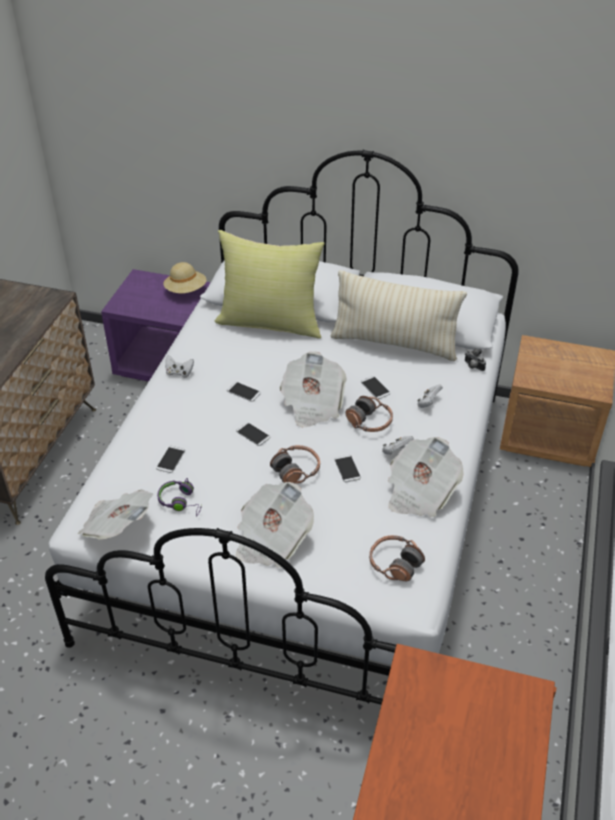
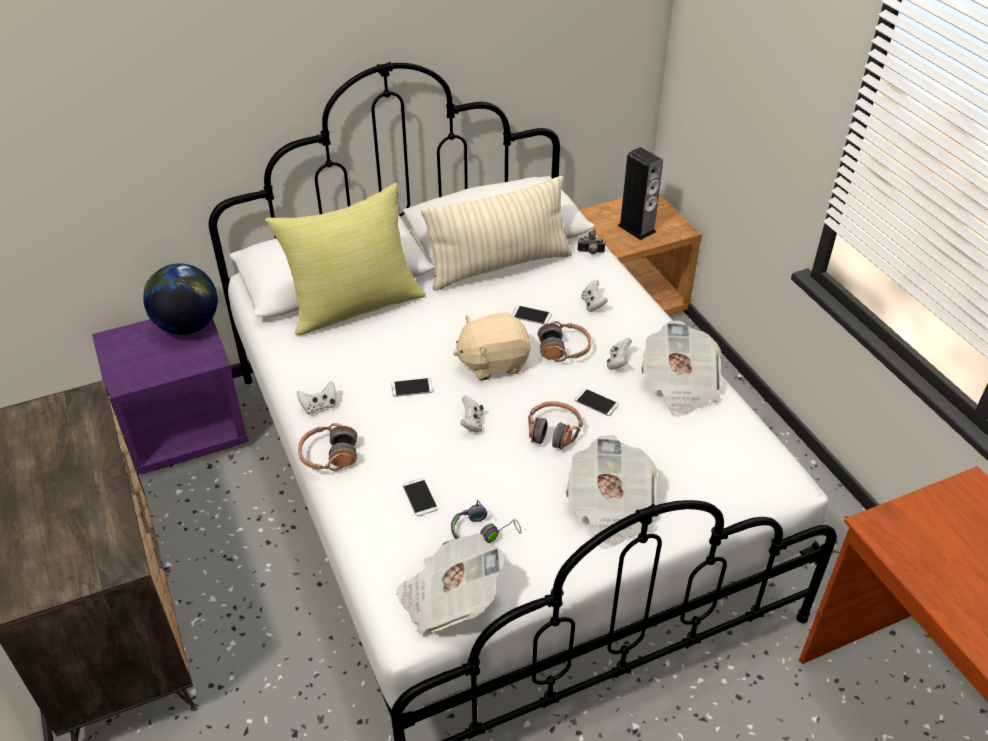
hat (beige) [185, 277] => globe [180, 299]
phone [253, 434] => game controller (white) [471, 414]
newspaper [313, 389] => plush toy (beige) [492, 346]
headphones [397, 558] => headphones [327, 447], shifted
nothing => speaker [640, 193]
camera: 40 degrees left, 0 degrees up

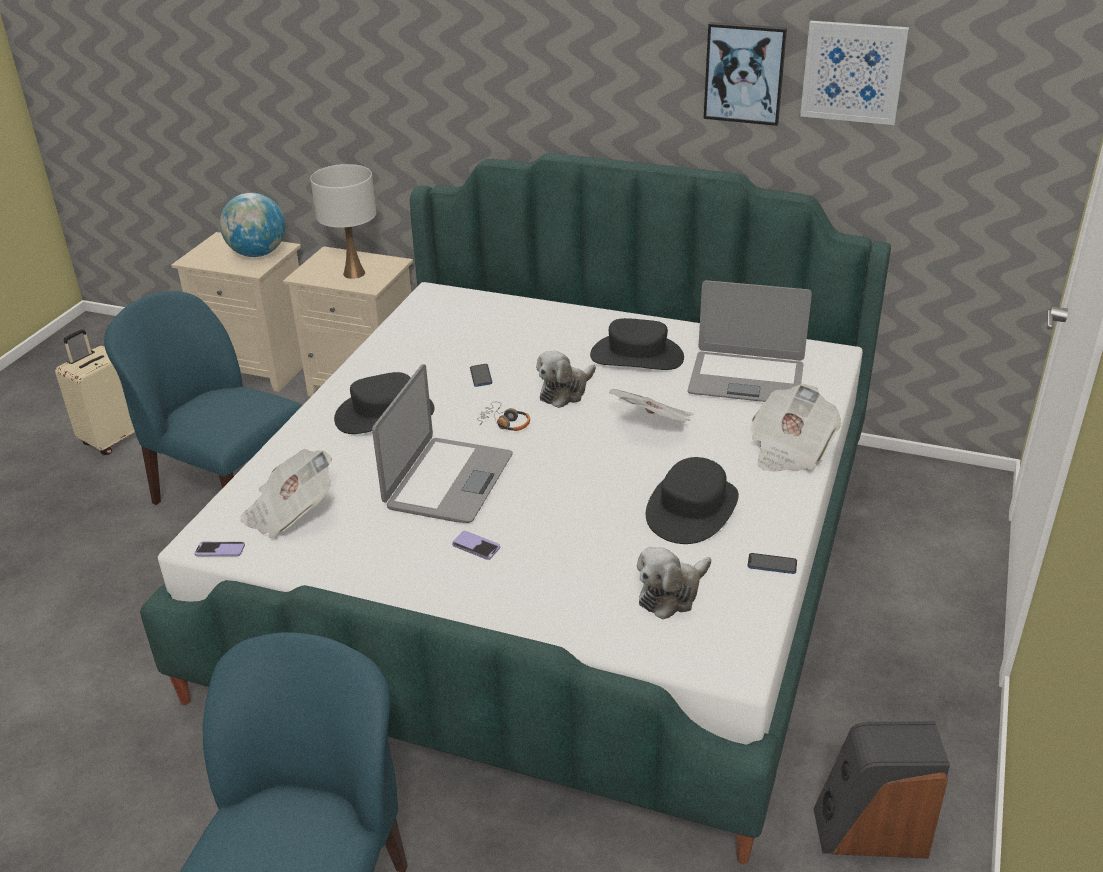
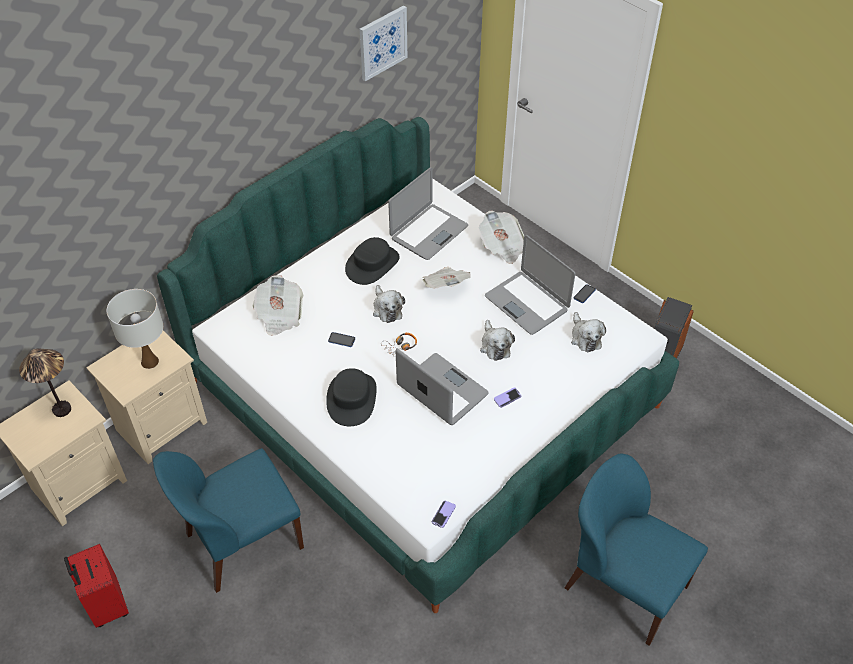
suitcase (beige) [95, 392] => suitcase (red) [96, 586]
globe [252, 225] => table lamp [45, 382]
newspaper [286, 493] => newspaper [278, 305], shifted
hat (black) [692, 500] => laptop [530, 285]
picture [745, 74] => nothing
nothing => plush toy [497, 340]
camera: 65 degrees left, 15 degrees up

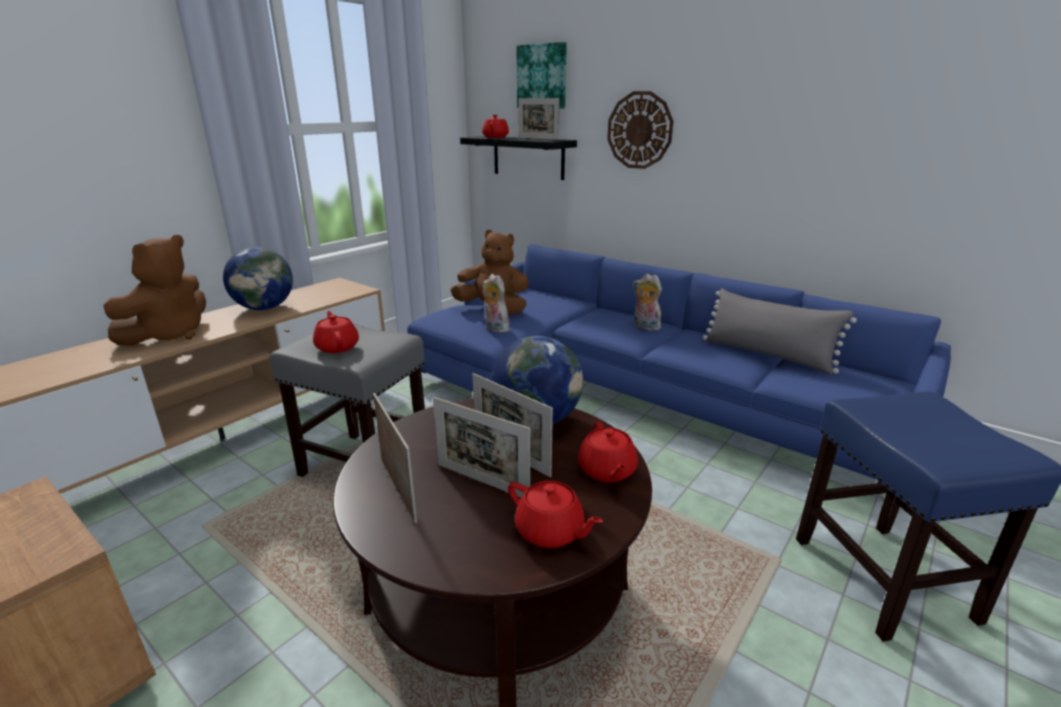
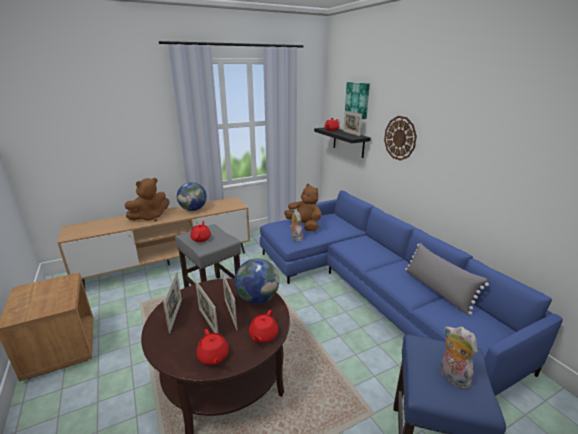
plush toy [647, 302] => plush toy [458, 357], shifted
camera: 25 degrees right, 0 degrees up

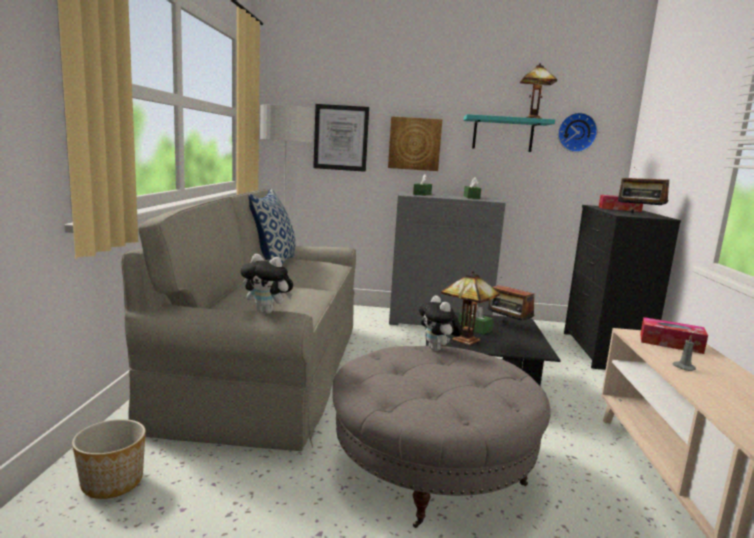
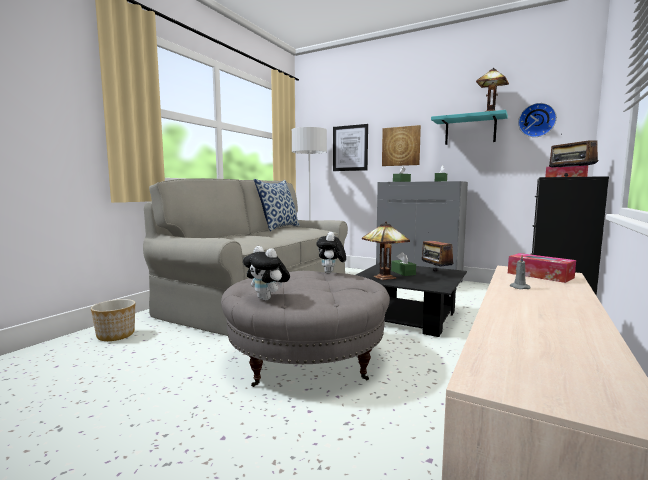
plush toy [266, 284] => plush toy [266, 273], shifted
camera: 25 degrees right, 5 degrees down

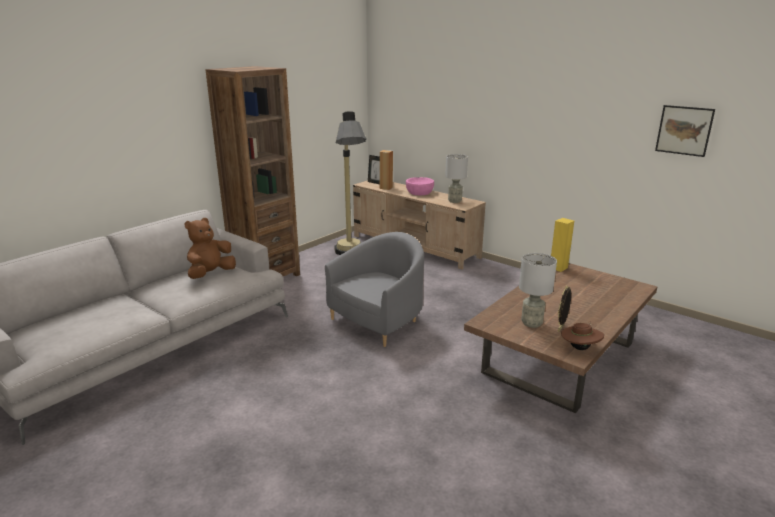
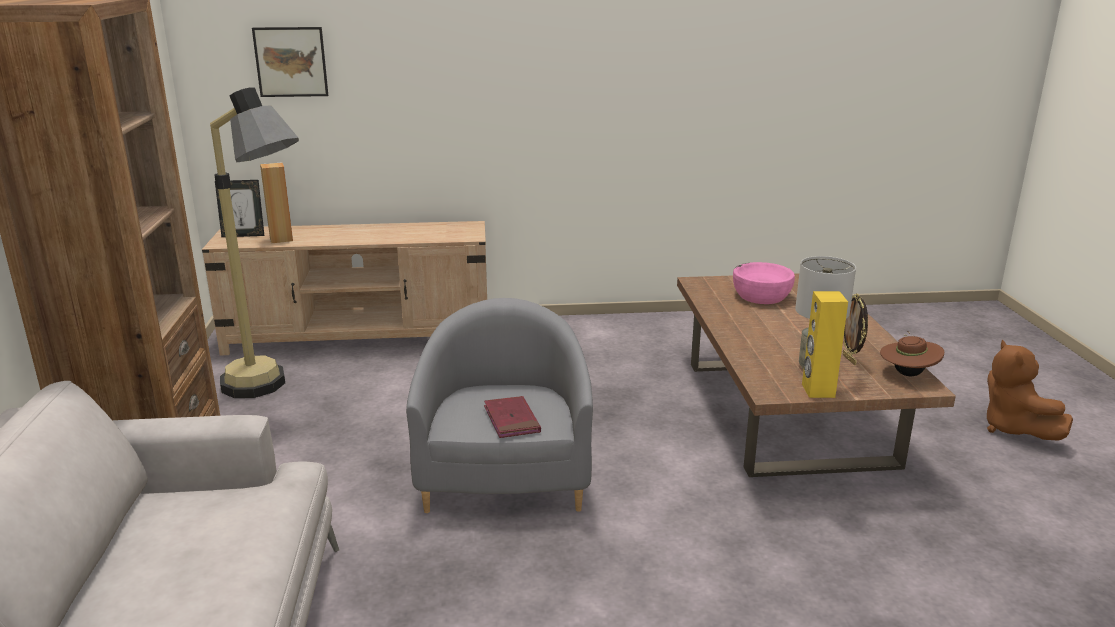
plush toy (brown) [210, 248] => plush toy (brown) [1030, 390], shifted
bowl (pink) [420, 186] => bowl (pink) [764, 283], shifted
table lamp (grey) [456, 178] => nothing
speaker (yellow) [562, 245] => speaker (yellow) [825, 344], shifted
picture [685, 131] => picture [290, 62], shifted
nothing => book (red) [512, 417]
camera: 45 degrees left, 0 degrees up

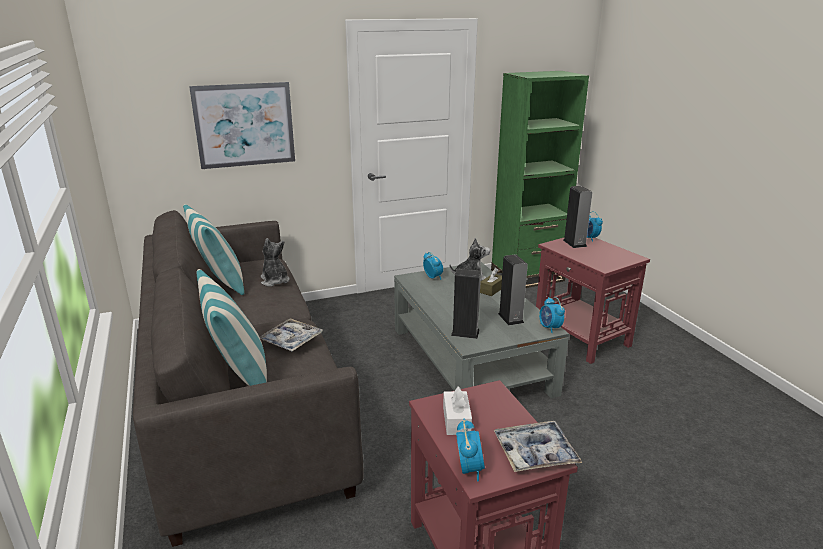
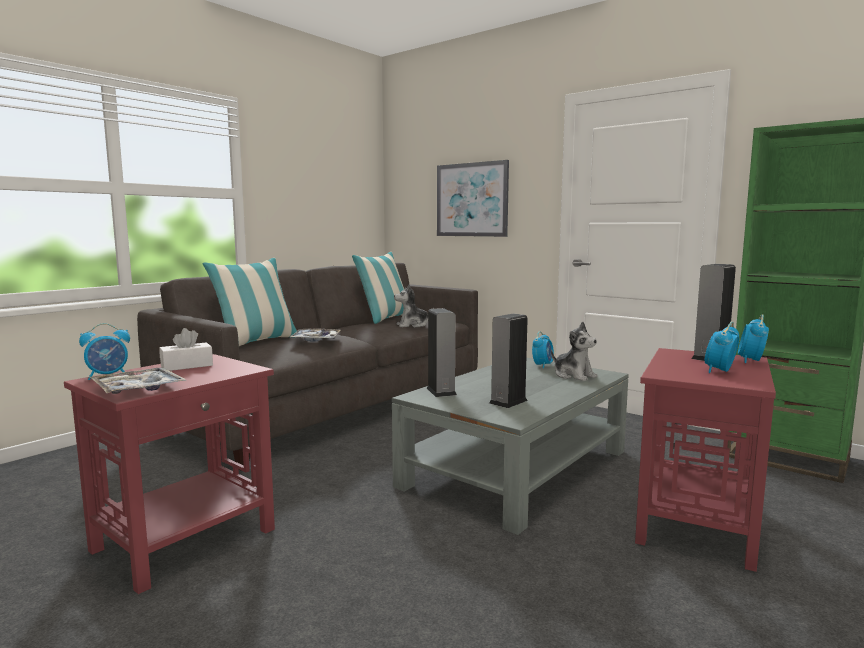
plush toy [275, 262] => plush toy [414, 306], 135 degrees counterclockwise
tissue box (brown) [491, 282] => nothing
alarm clock [552, 315] => alarm clock [722, 347], shifted
camera: 60 degrees right, 15 degrees down

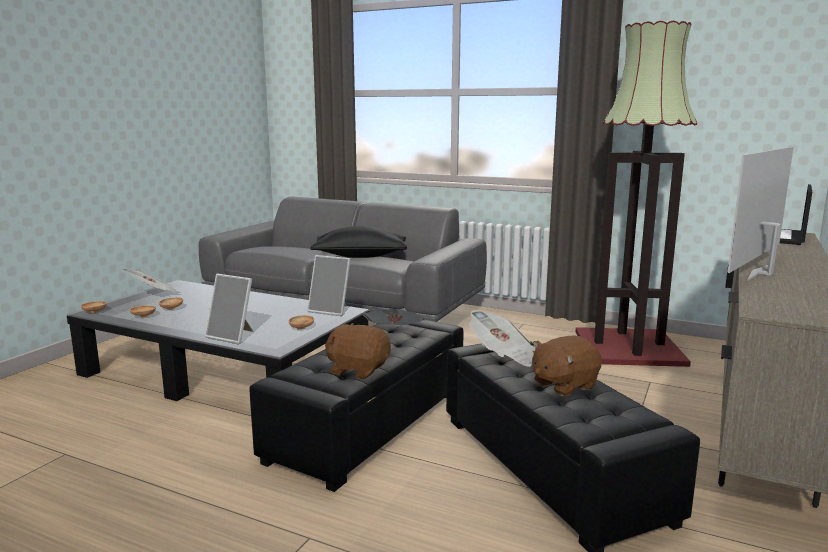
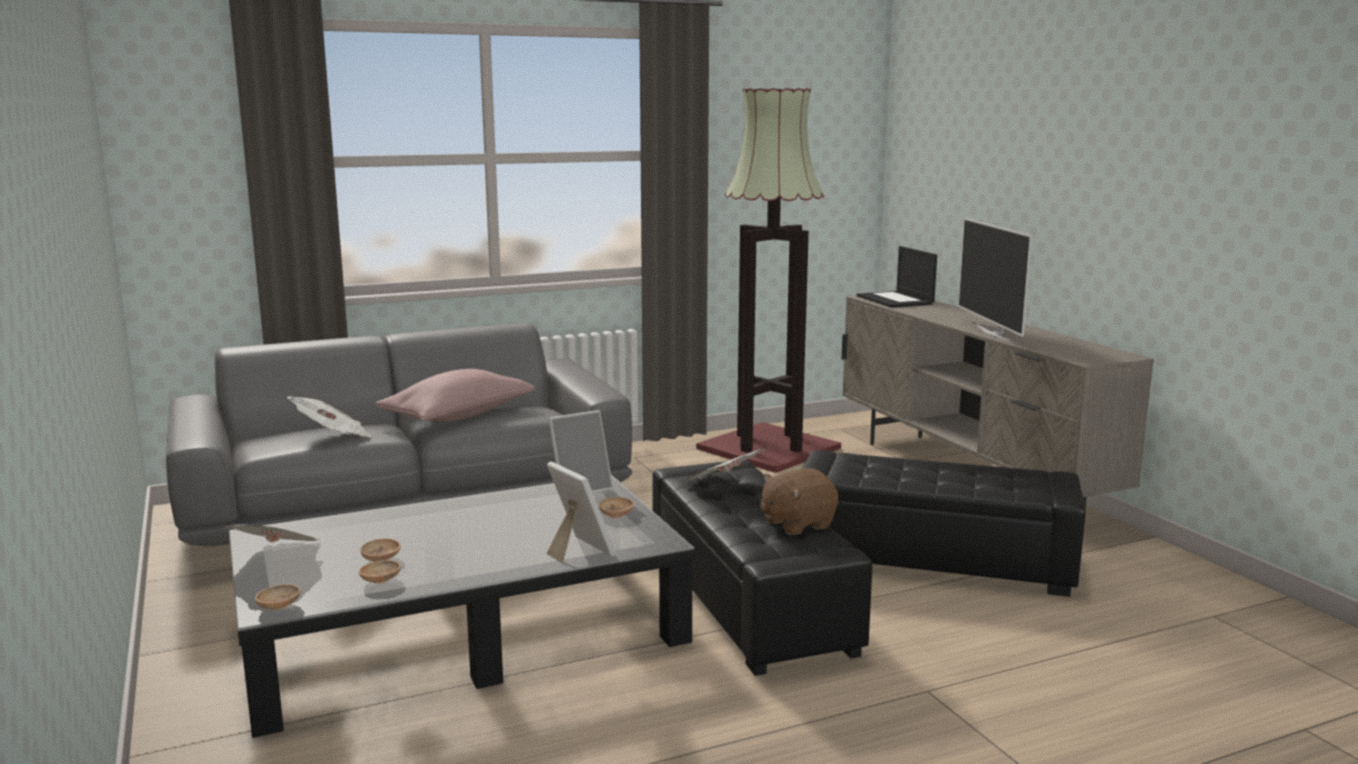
picture frame [229, 309] => picture frame [581, 512], 105 degrees counterclockwise
pillow (black) [359, 242] => pillow (pink) [455, 395]
newspaper [502, 338] => newspaper [329, 416], shifted
plush toy (brown) [567, 366] => nothing
camera: 50 degrees left, 0 degrees up

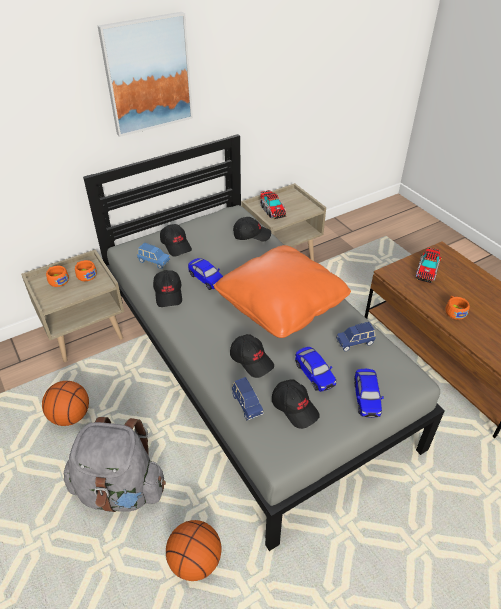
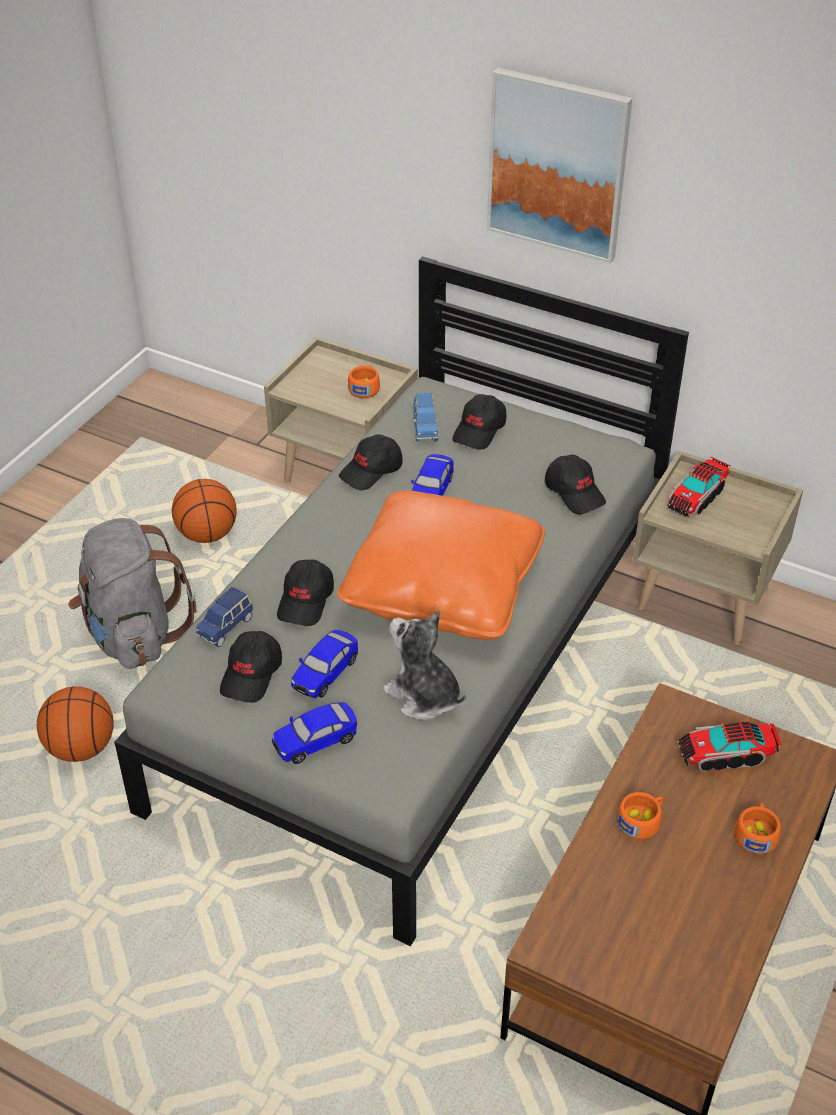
cup (orange) [57, 276] => cup (orange) [758, 828], shifted
toy car (blue) [356, 336] => plush toy [424, 665]
camera: 60 degrees right, 0 degrees up

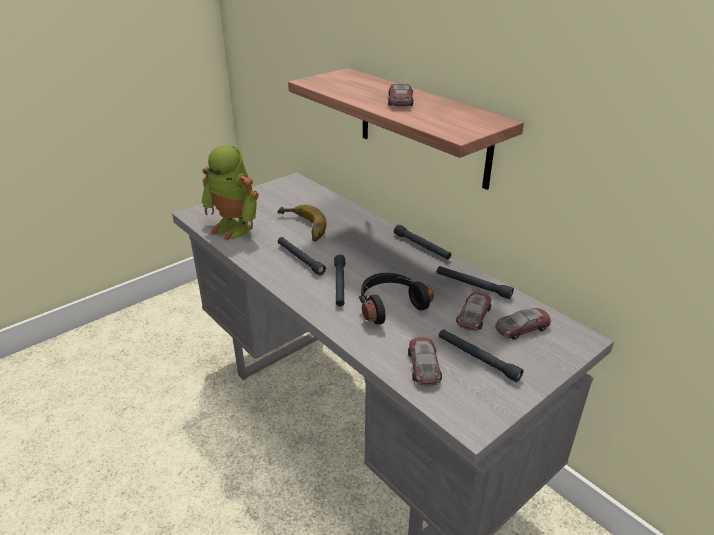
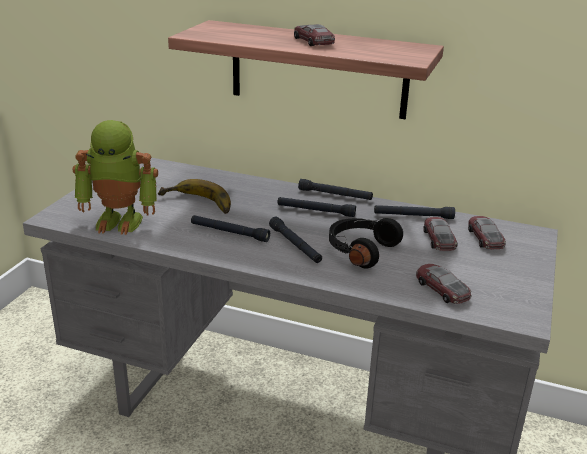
flashlight (black) [481, 355] => flashlight (black) [316, 207], shifted
toy car [523, 324] => toy car [487, 232], 45 degrees counterclockwise
camera: 30 degrees left, 5 degrees down

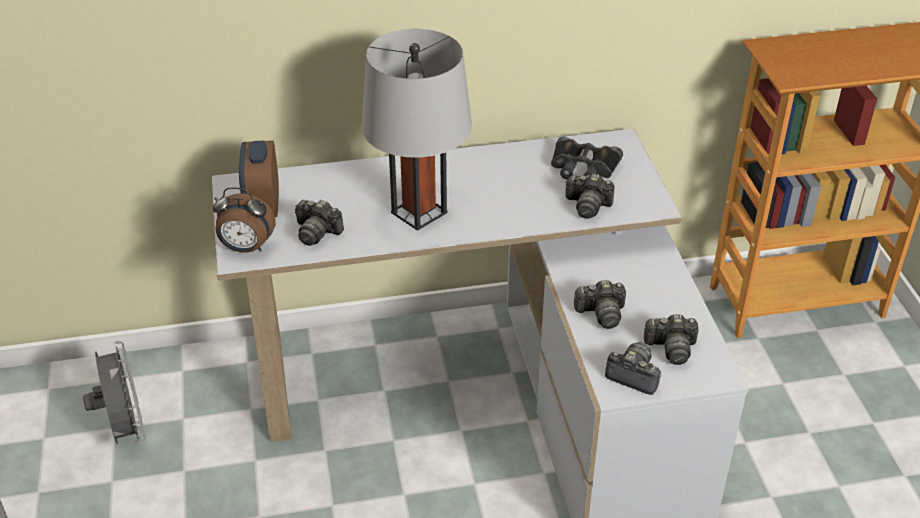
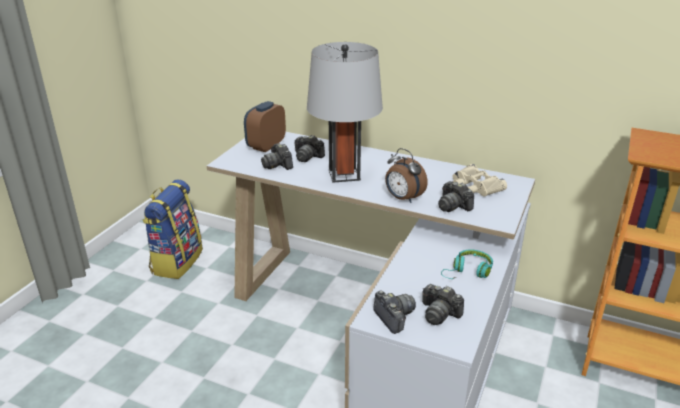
fan (grey) [114, 392] => backpack [173, 229]
alarm clock [244, 220] => alarm clock [406, 175], shifted
binoculars (black) [587, 158] => binoculars (beige) [480, 180]
photo camera [600, 304] => photo camera [309, 148], shifted
nothing => headphones (turquoise) [467, 264]
camera: 35 degrees right, 10 degrees down

